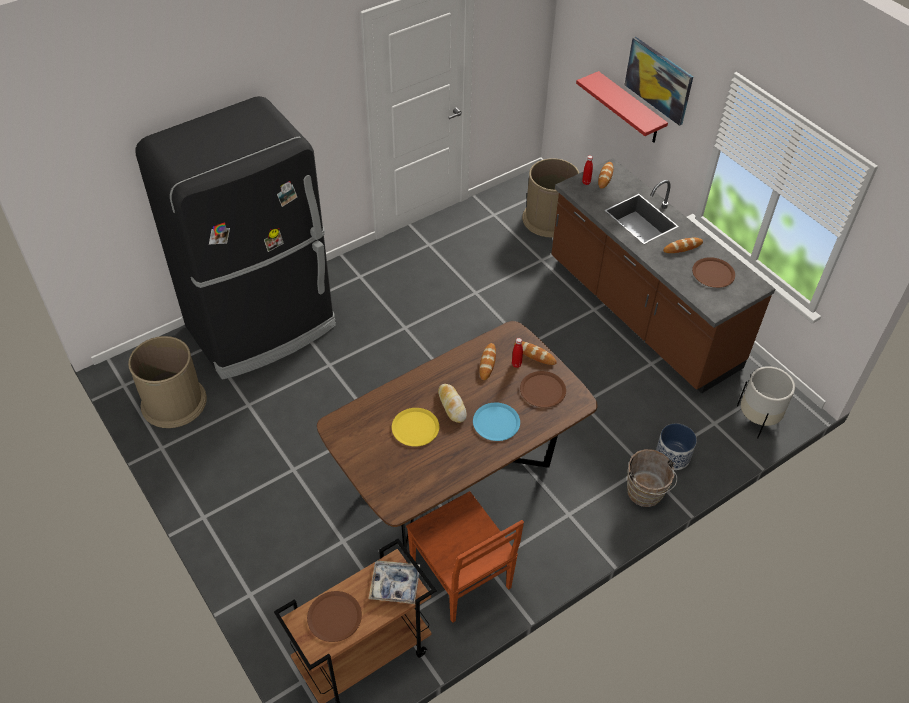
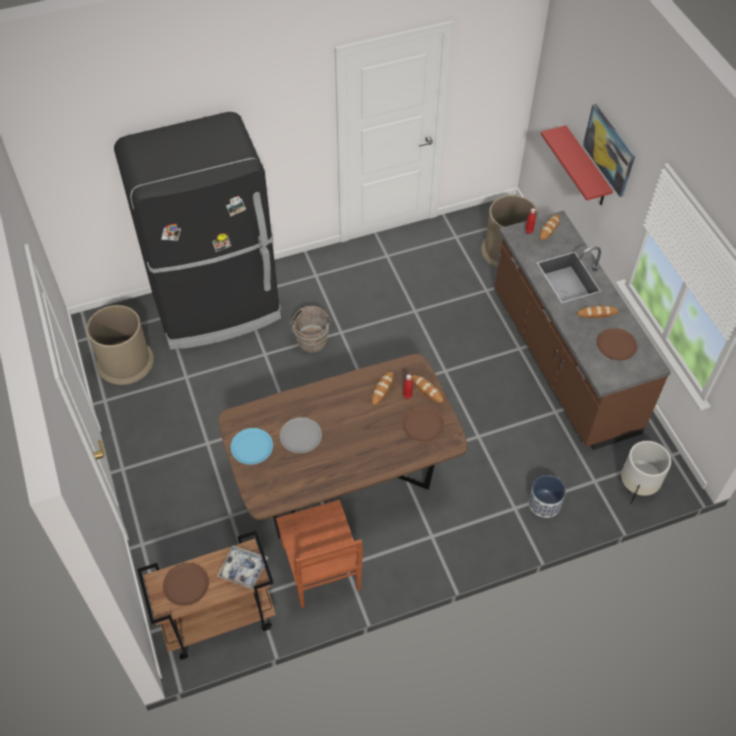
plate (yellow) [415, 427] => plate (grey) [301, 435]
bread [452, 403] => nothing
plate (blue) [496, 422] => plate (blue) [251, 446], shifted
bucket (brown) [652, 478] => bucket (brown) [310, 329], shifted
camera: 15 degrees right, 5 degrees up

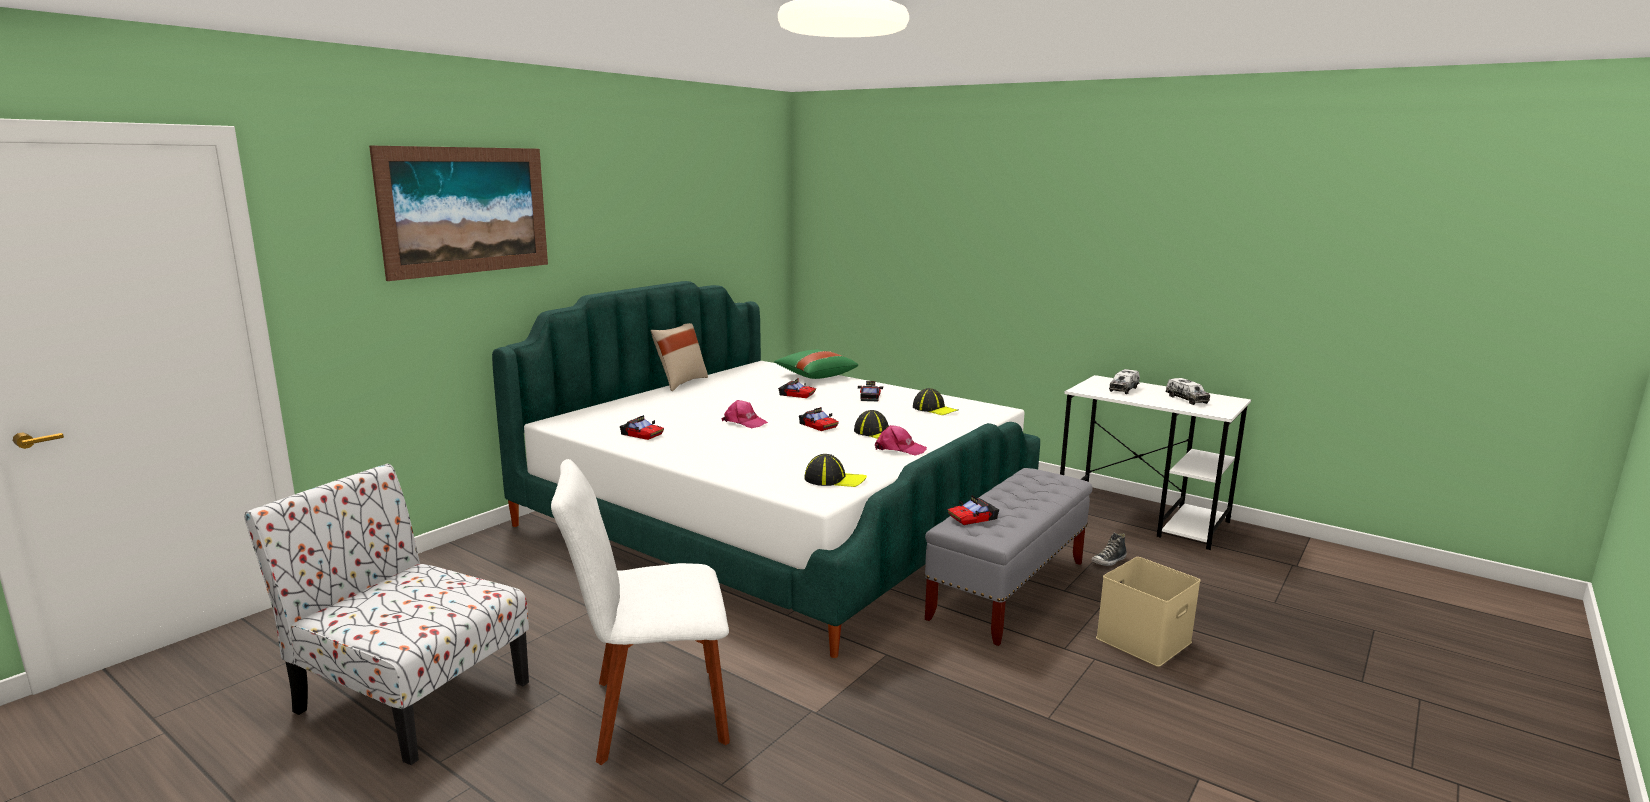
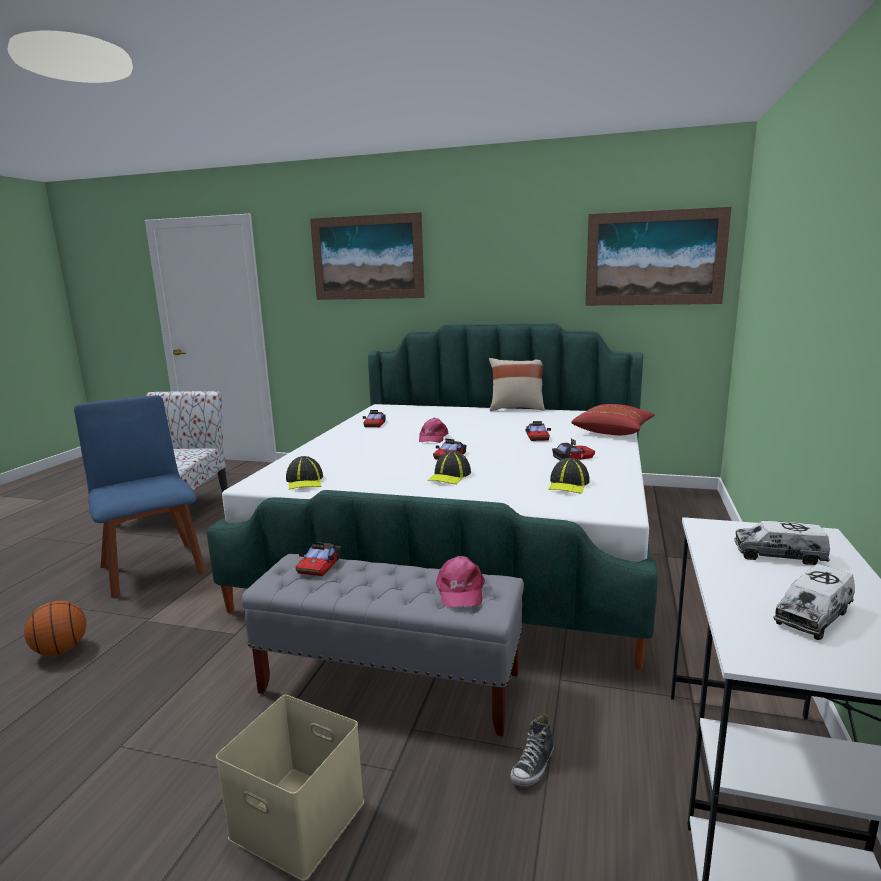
chair (white) [640, 612] => chair (blue) [140, 496]
pillow (green) [816, 364] => pillow (red) [613, 419]
cap (pink) [901, 440] => cap (pink) [460, 582], shifted
toy car [973, 510] => toy car [318, 559], 120 degrees counterclockwise
shoe [1109, 549] => shoe [532, 750], 90 degrees counterclockwise
nothing => basketball [55, 628]
nothing => picture [658, 256]
camera: 70 degrees right, 0 degrees up

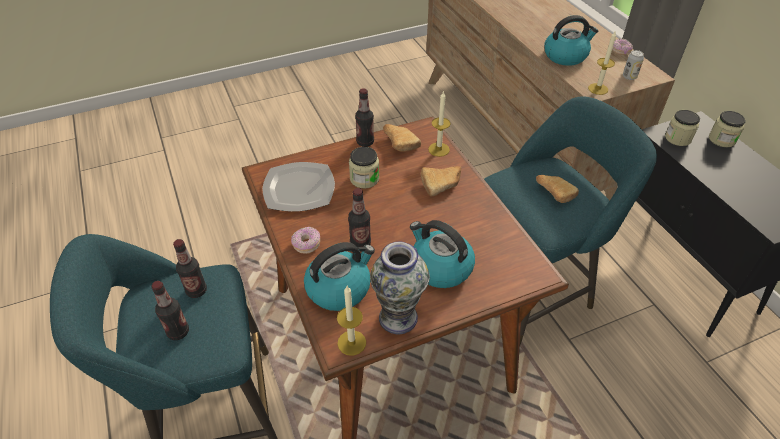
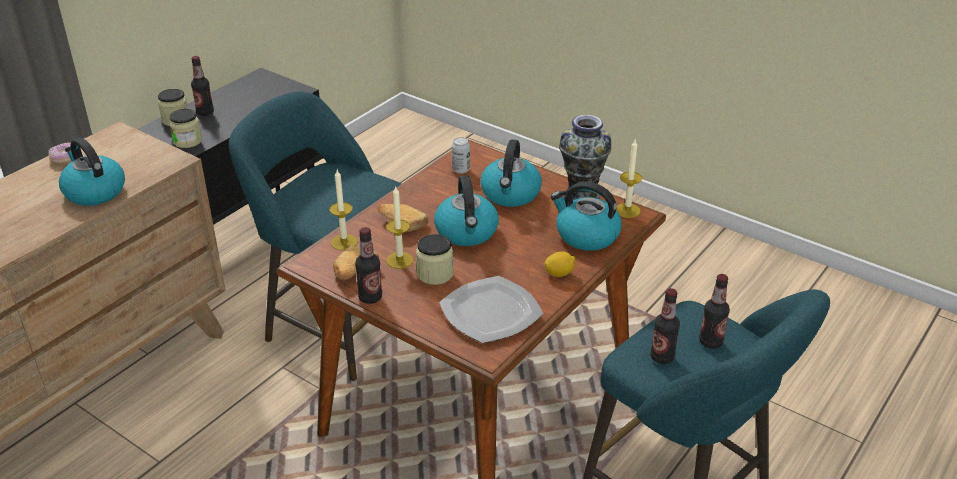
donut [305, 240] => lemon [560, 264]
bottle [359, 217] => bottle [202, 86], shifted
bread [557, 189] => nothing
candle [602, 62] => candle [400, 228], shifted
can [633, 65] => can [461, 155], shifted
nothing => kettle [466, 210]
camera: 120 degrees left, 10 degrees down

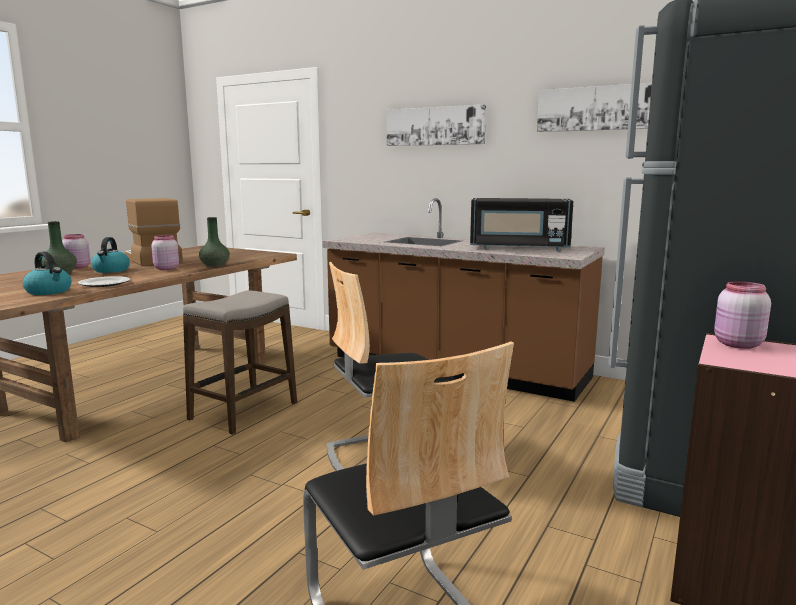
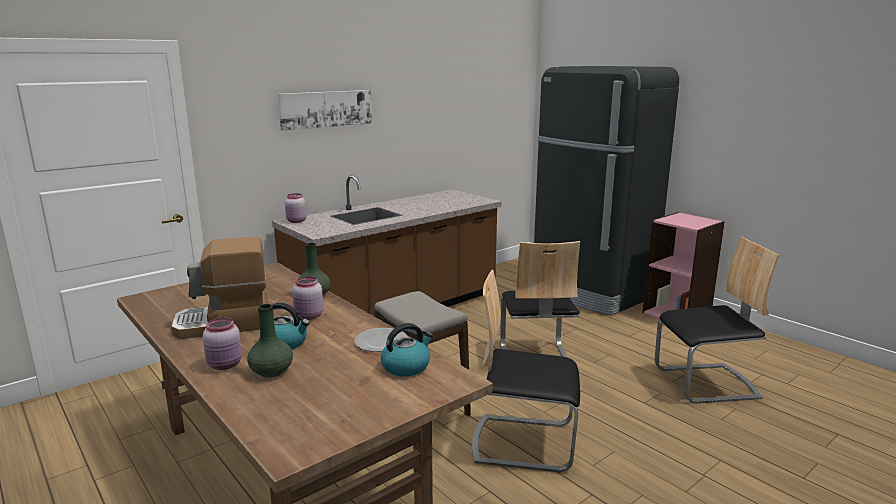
microwave (black) [521, 224] => nothing
picture [594, 107] => nothing
jar (pink) [742, 315] => jar (pink) [296, 208], shifted
nothing => chair [526, 371]
camera: 70 degrees left, 5 degrees up

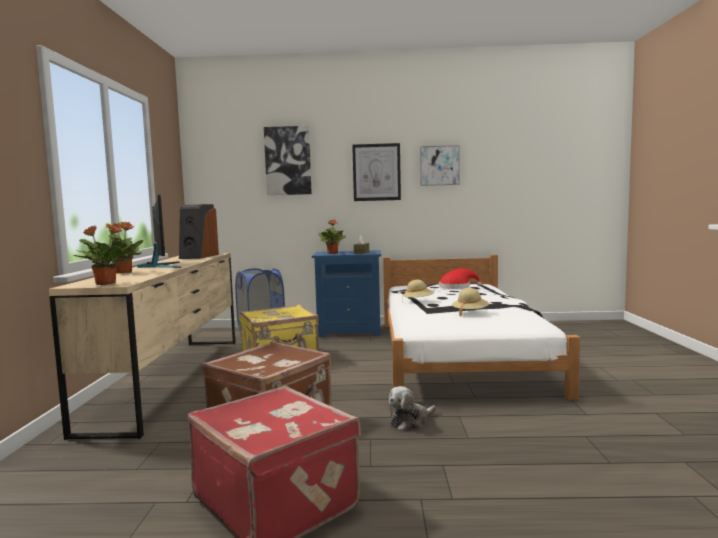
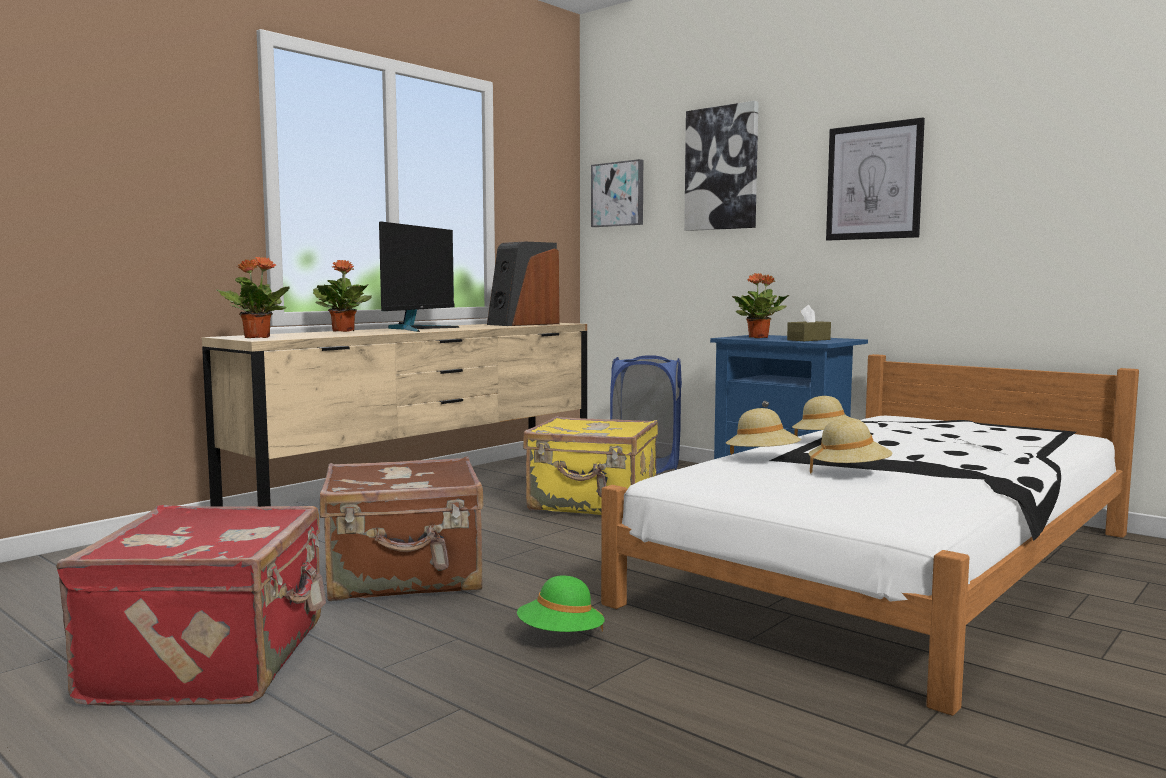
plush toy [412, 408] => hat (green) [560, 603]
picture [440, 165] => picture [617, 193], shifted
hat (red) [460, 279] => nothing
nothing => hat (beige) [763, 431]
camera: 40 degrees right, 0 degrees up

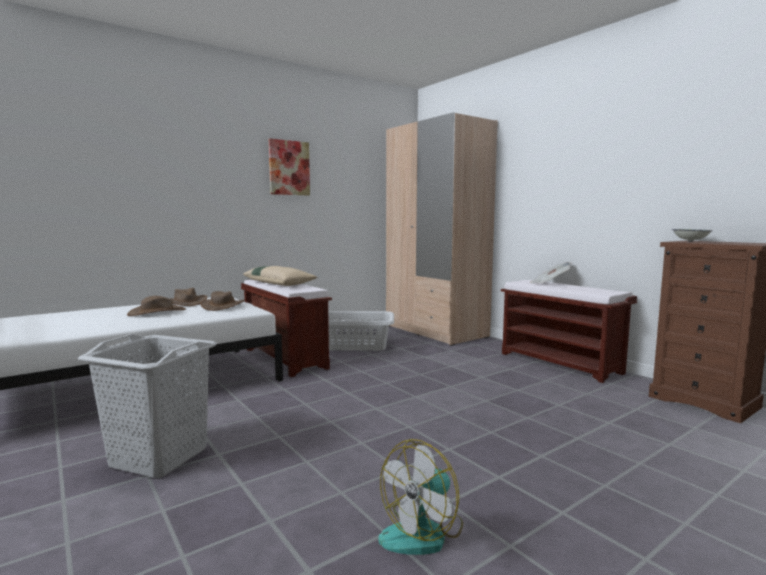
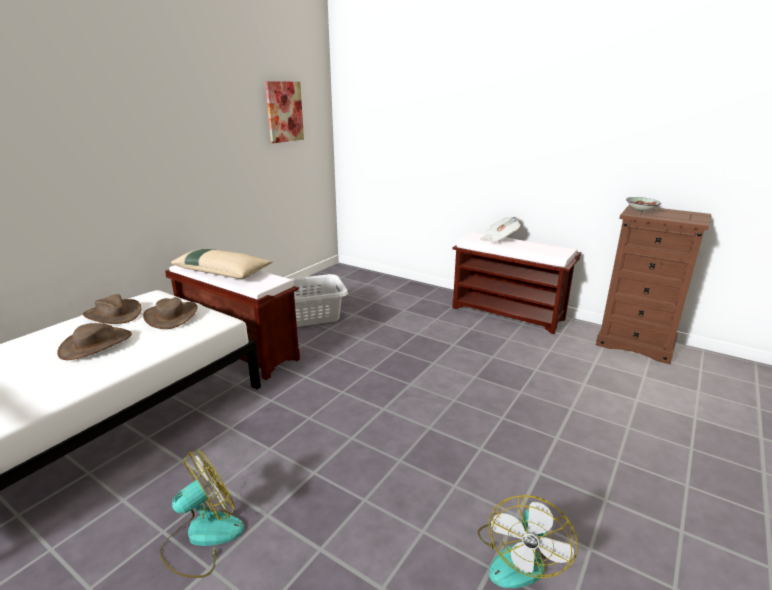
laundry basket (grey) [147, 406] => fan [201, 514]
picture [289, 167] => picture [284, 112], shifted
wardrobe (beige) [442, 229] => nothing
camera: 20 degrees left, 15 degrees up

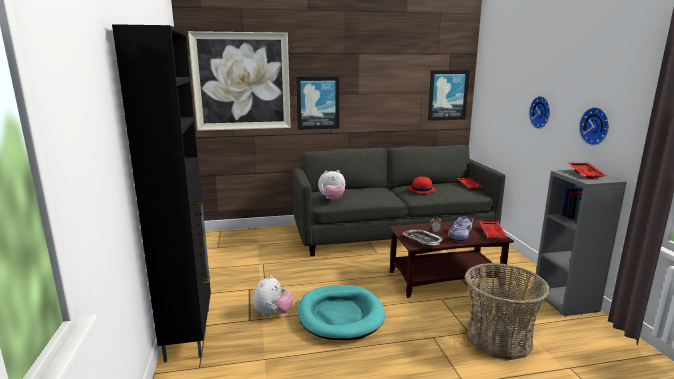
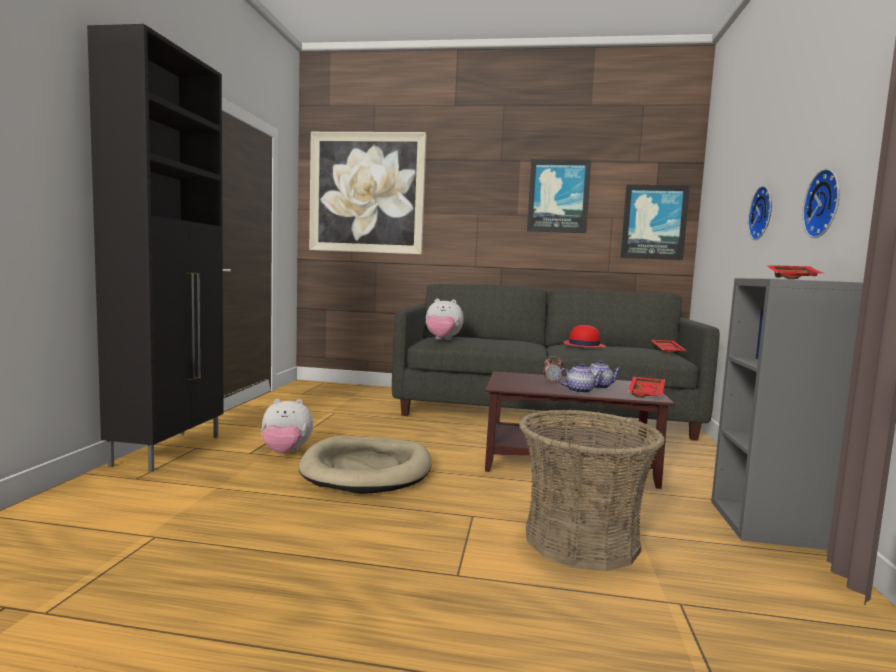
plush toy [273, 295] => plush toy [287, 426], 45 degrees clockwise
picture [317, 103] => picture [559, 196], shifted
dog bed (turquoise) [341, 312] => dog bed (beige) [365, 465]
tray [423, 237] => nothing
camera: 20 degrees right, 10 degrees down

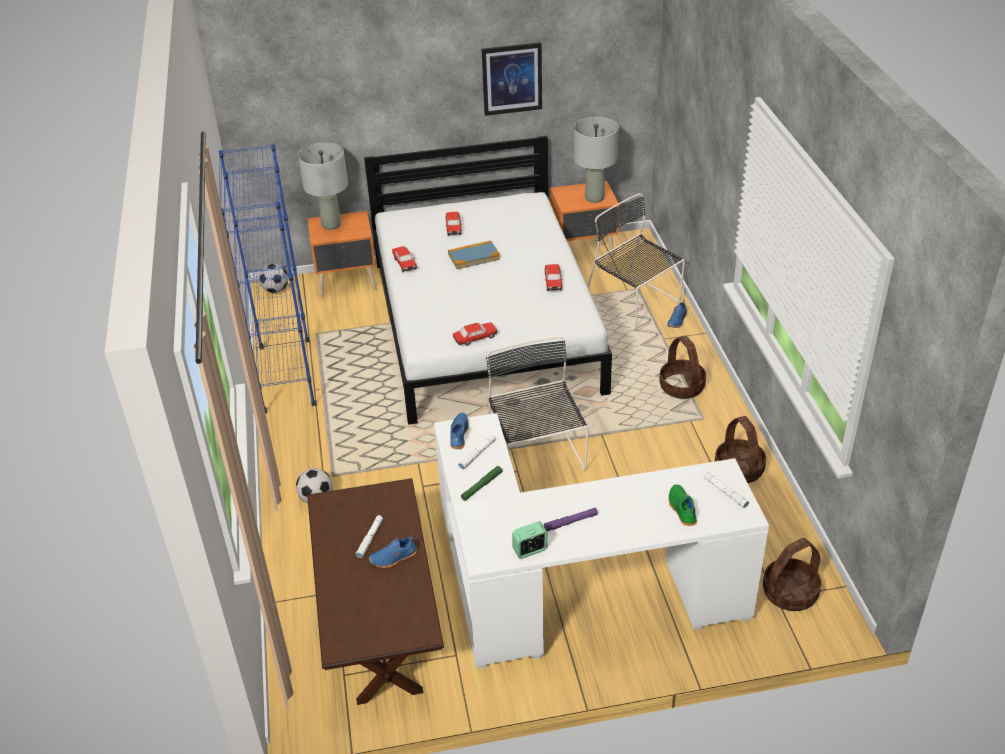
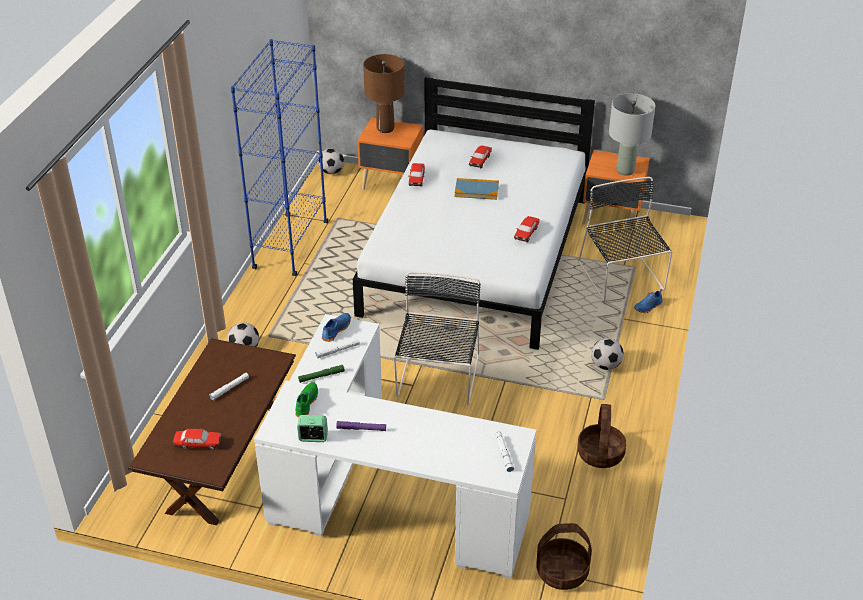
table lamp (grey) [323, 186] => table lamp (brown) [384, 93]
shoe (blue) [393, 551] => nothing
toy car [475, 334] => toy car [197, 439], shifted
picture [512, 79] => nothing
basket [682, 367] => football [607, 354]
shoe (green) [683, 505] => shoe (green) [306, 399], shifted
camera: 25 degrees right, 0 degrees up

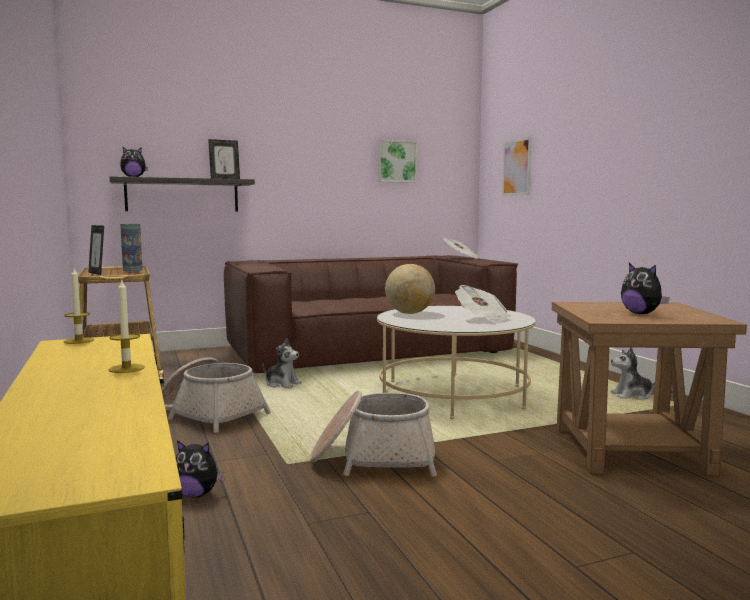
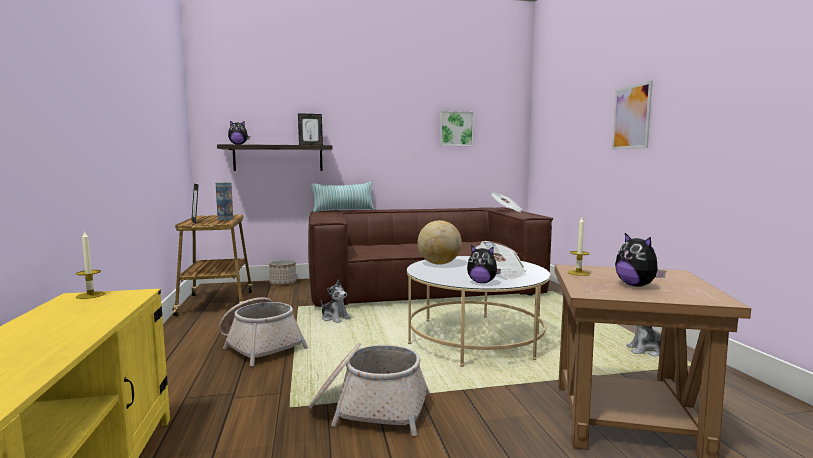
candle [127, 325] => candle [579, 246], shifted
plush toy [200, 469] => plush toy [484, 264], shifted
picture [516, 166] => picture [632, 115], shifted
nothing => planter [282, 273]
nothing => pillow [342, 197]
camera: 10 degrees right, 0 degrees up

